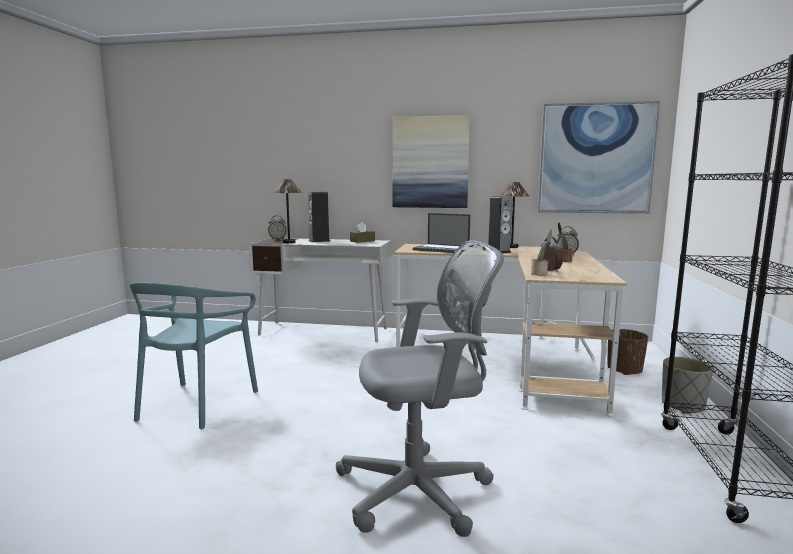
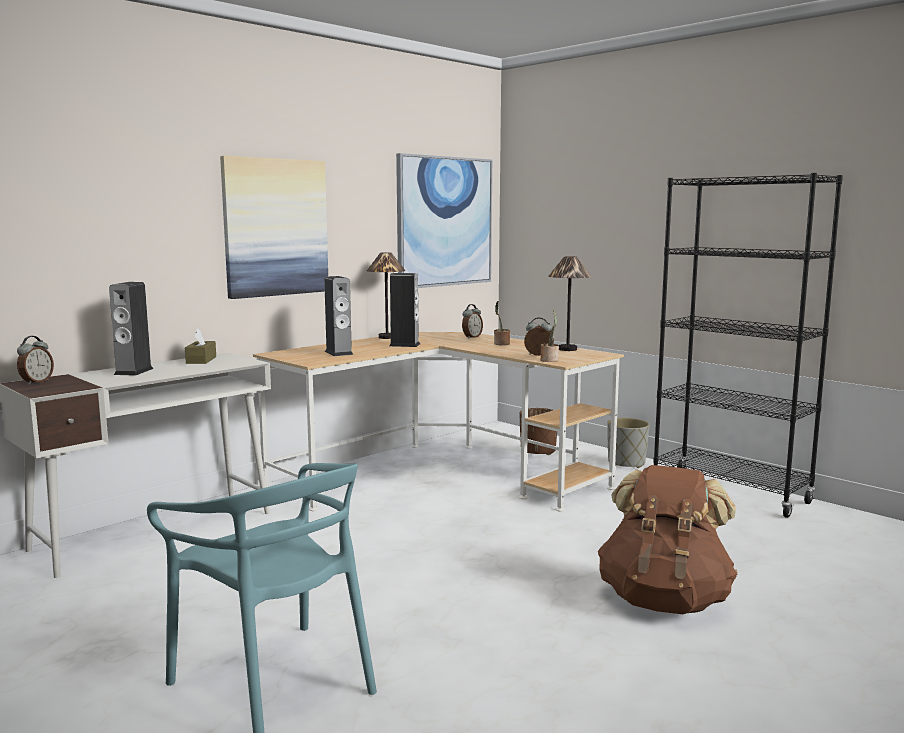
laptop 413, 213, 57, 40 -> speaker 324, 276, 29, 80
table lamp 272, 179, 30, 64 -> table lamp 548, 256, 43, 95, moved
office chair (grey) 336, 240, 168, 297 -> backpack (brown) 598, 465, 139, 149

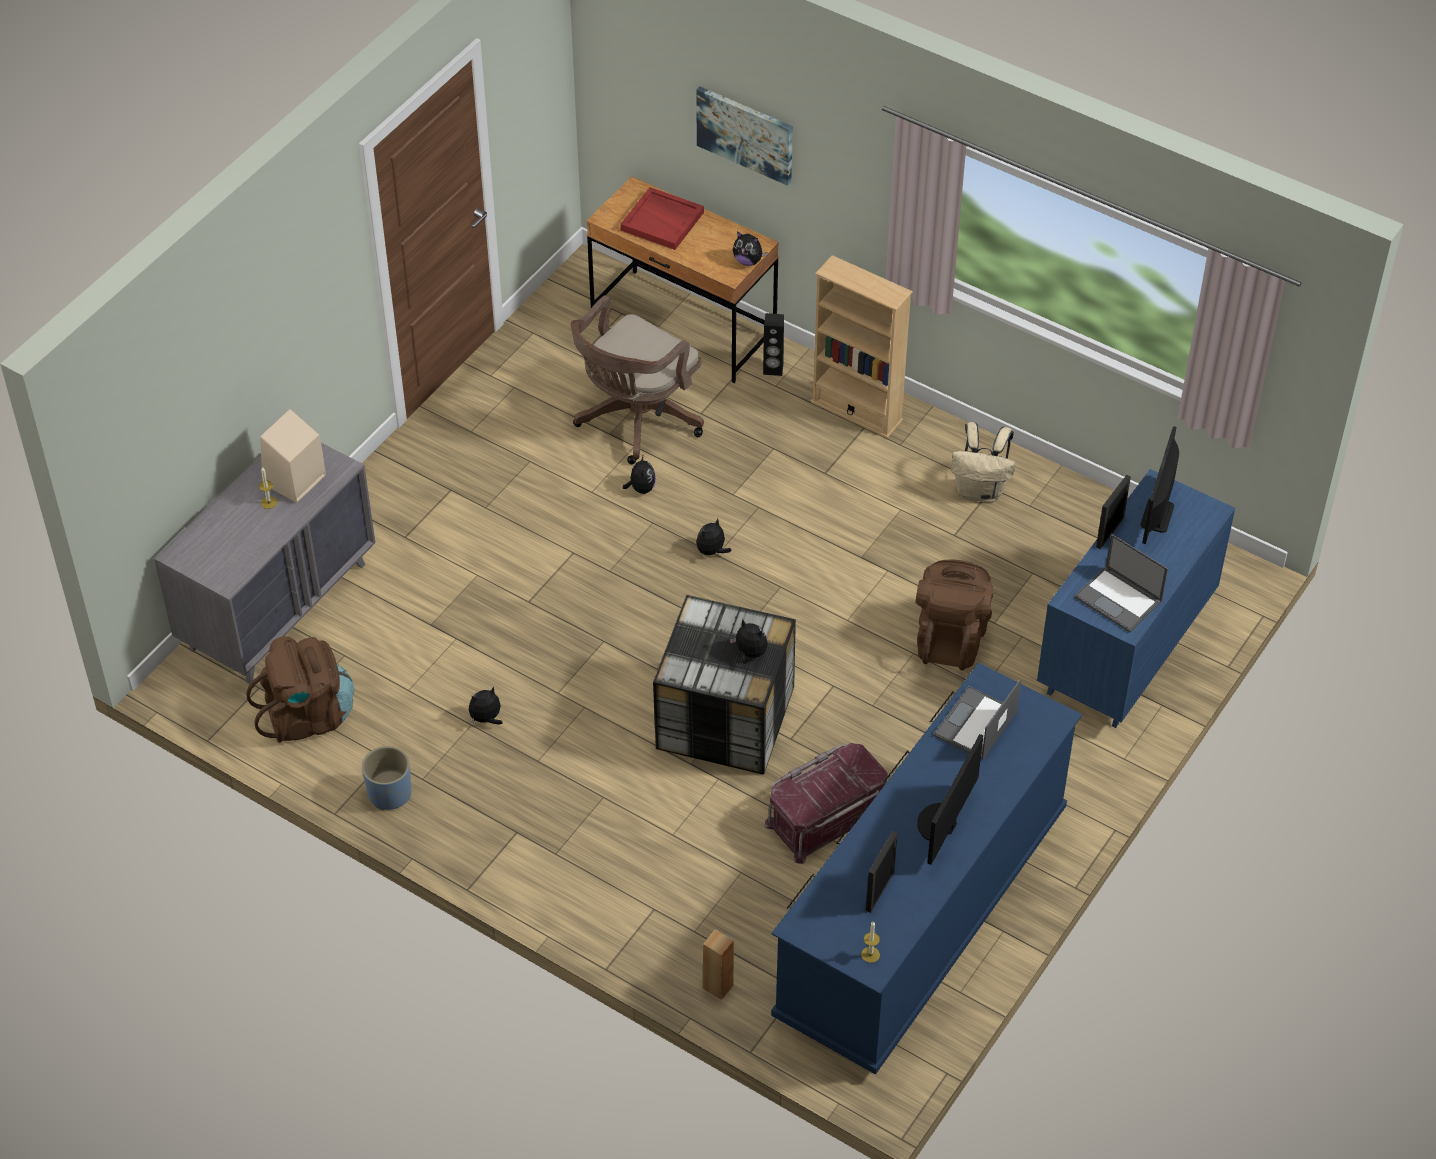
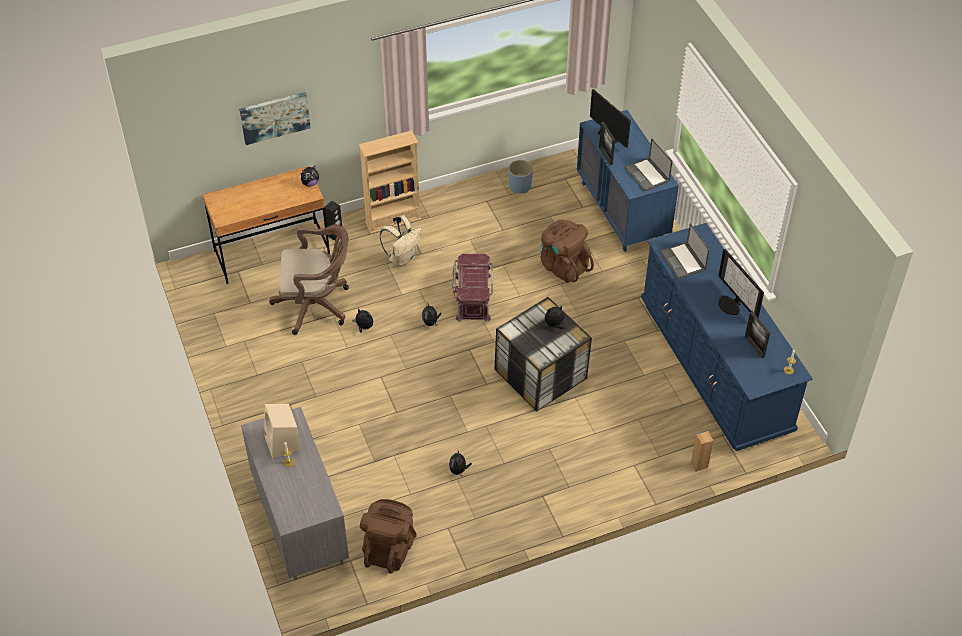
office chair (brown) 571, 296, 133, 168 -> office chair (brown) 269, 224, 80, 111, 75 degrees counterclockwise
backpack (beige) 951, 422, 65, 80 -> backpack (beige) 380, 215, 42, 52, moved
storage box (red) 764, 743, 124, 121 -> storage box (red) 452, 254, 41, 68, moved
planter (blue) 362, 746, 49, 64 -> planter (blue) 508, 160, 25, 33, moved
laptop 1074, 534, 94, 98 -> laptop 625, 138, 48, 53, 75 degrees clockwise
tray (red) 620, 187, 84, 63 -> none

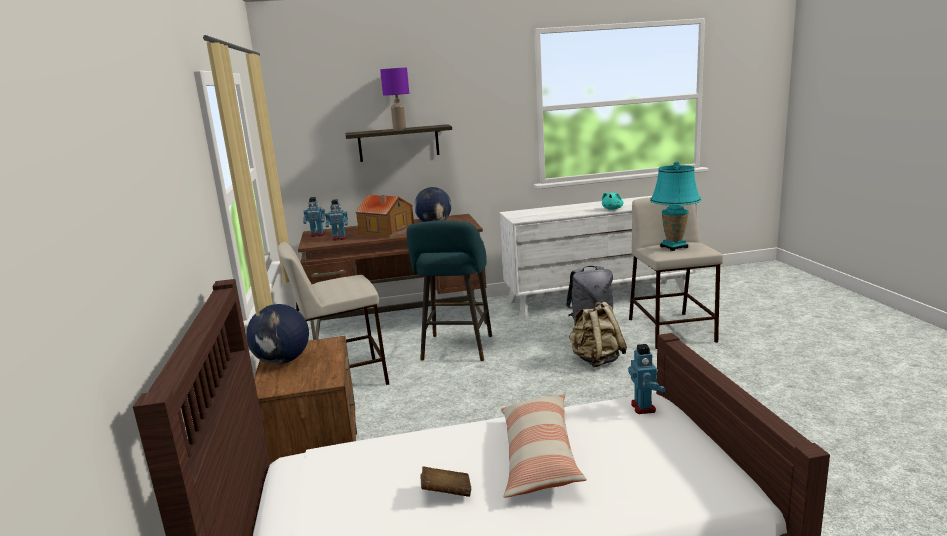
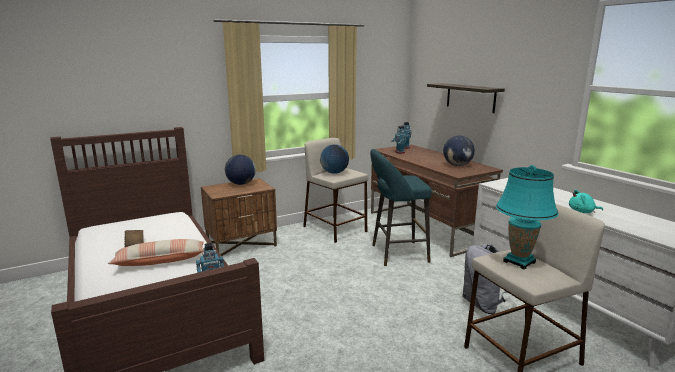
none -> globe 320, 144, 29, 30
toy house 356, 195, 58, 43 -> none
table lamp (purple) 380, 68, 29, 62 -> none
backpack (beige) 568, 302, 59, 65 -> none

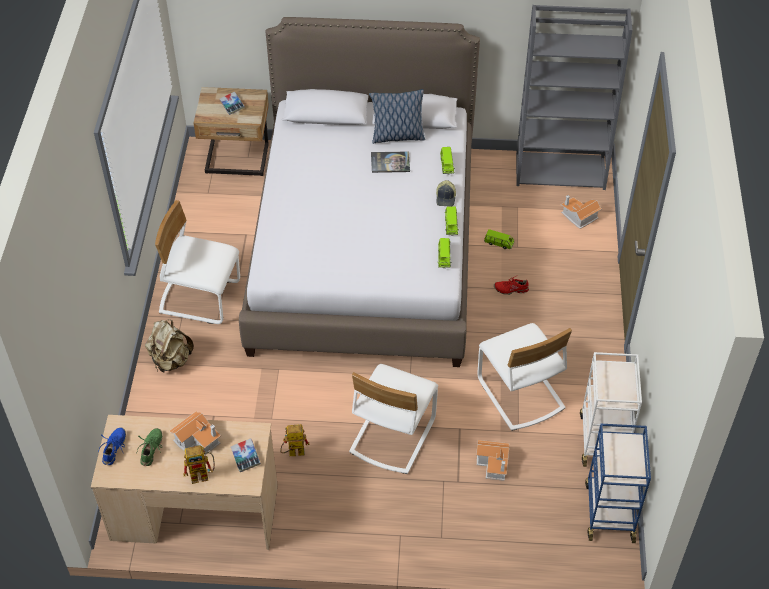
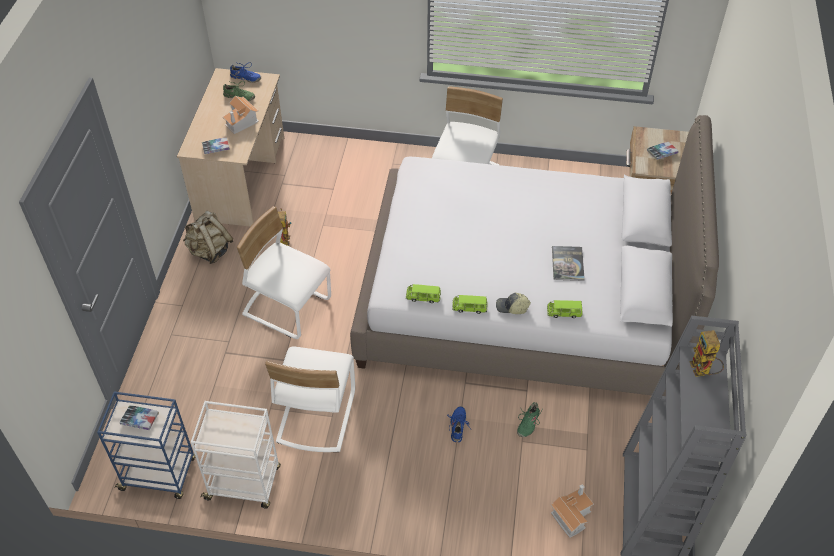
none -> book 120, 405, 39, 25
backpack (beige) 145, 319, 49, 54 -> backpack (beige) 183, 211, 50, 53, moved
chair (white) 477, 323, 95, 108 -> chair (white) 265, 346, 90, 106, 60 degrees counterclockwise
shoe (red) 494, 276, 35, 19 -> shoe (blue) 447, 406, 23, 36
toy car (green) 484, 229, 30, 20 -> shoe (green) 517, 402, 23, 35
toy robot 184, 445, 31, 39 -> toy robot 690, 330, 34, 47, moved
pillow 369, 89, 56, 55 -> none
toy house 476, 440, 34, 41 -> none

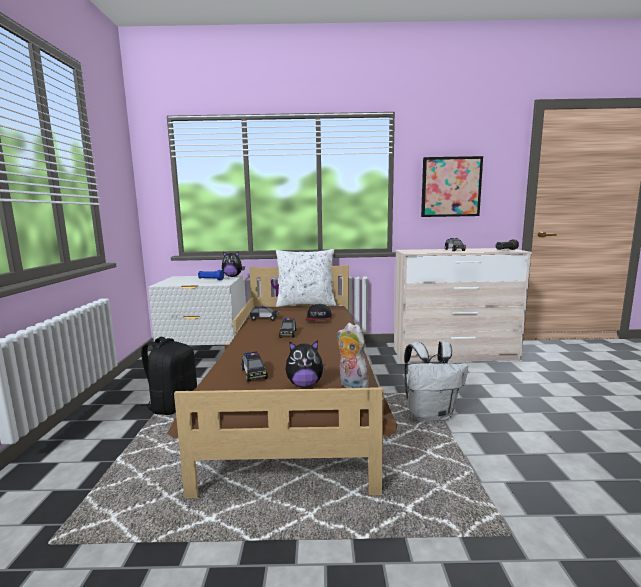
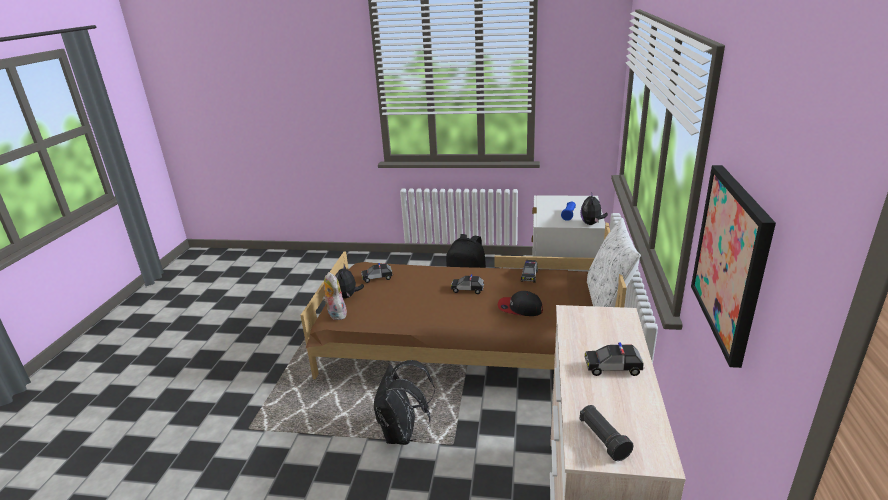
plush toy 337, 323, 32, 65 -> plush toy 322, 272, 25, 48, 90 degrees counterclockwise
backpack (white) 404, 341, 64, 80 -> backpack (black) 374, 360, 61, 85

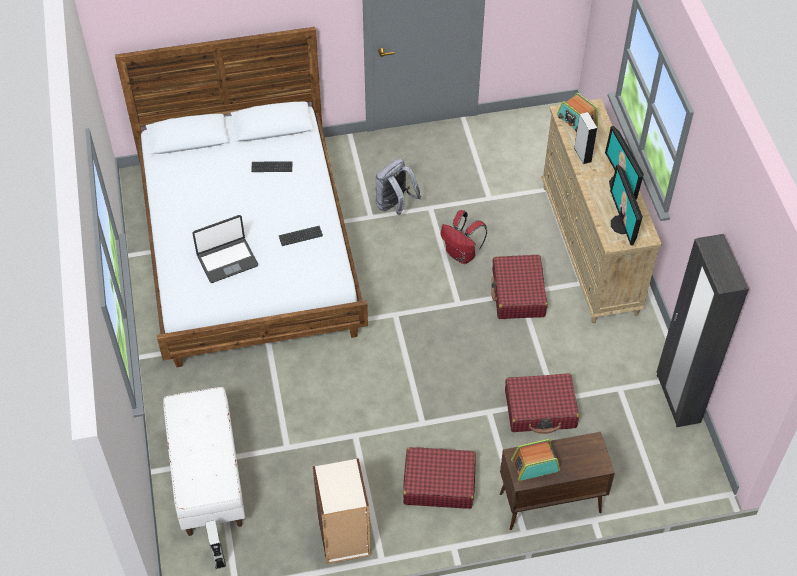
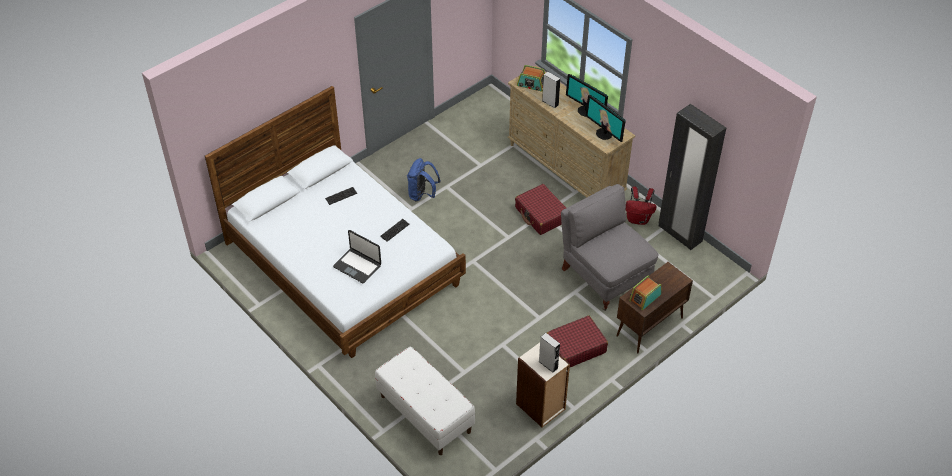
laptop 193, 215, 65, 68 -> laptop 333, 230, 48, 53, 90 degrees clockwise
backpack (grey) 376, 159, 45, 56 -> backpack (blue) 407, 158, 34, 43
speaker (grey) 205, 520, 21, 49 -> speaker (grey) 538, 333, 22, 40, moved
suitcase (red) 505, 373, 74, 61 -> armchair (grey) 561, 184, 97, 127
backpack (red) 441, 210, 46, 54 -> backpack (red) 626, 186, 31, 39, moved

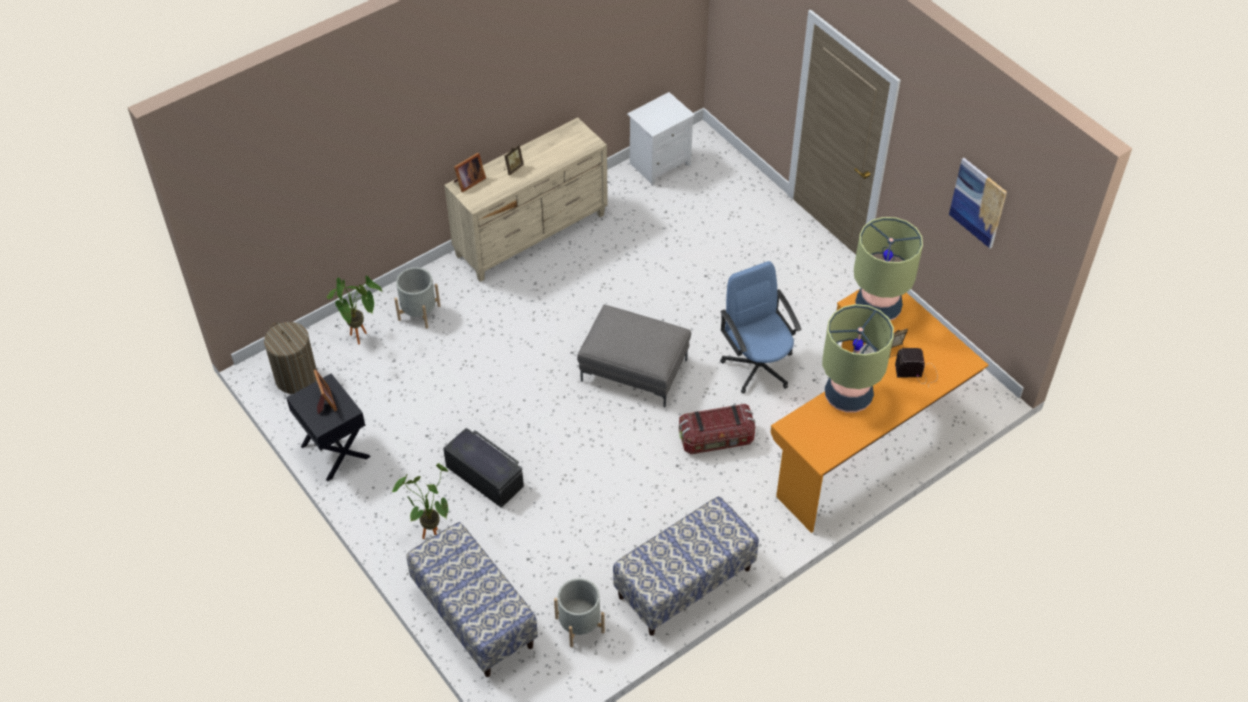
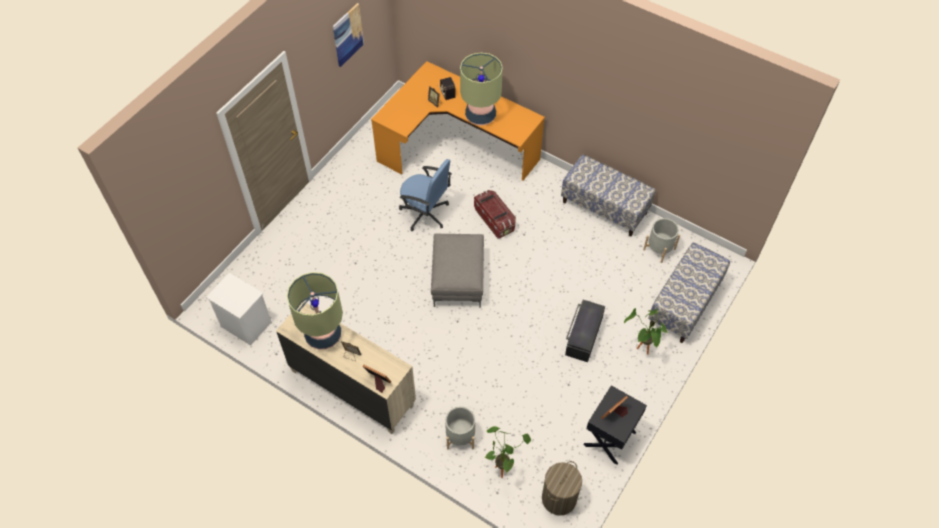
table lamp 854, 217, 69, 104 -> table lamp 287, 272, 56, 78, moved
office chair (blue) 720, 261, 81, 133 -> office chair (blue) 399, 159, 53, 73, 105 degrees counterclockwise

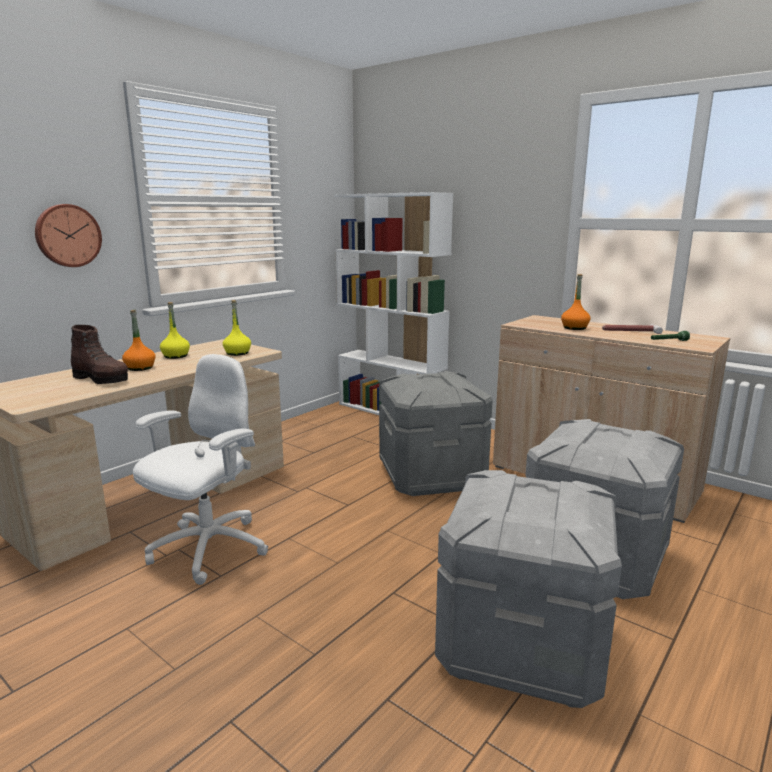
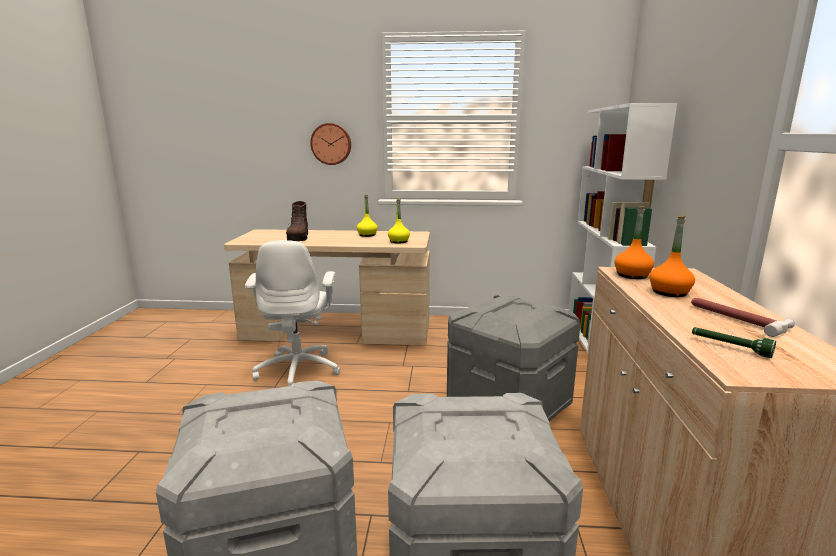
office chair (white) 133, 354, 135, 231 -> office chair (white) 245, 240, 96, 146, 90 degrees clockwise
bottle (orange) 122, 310, 34, 61 -> bottle (orange) 614, 206, 40, 73, moved

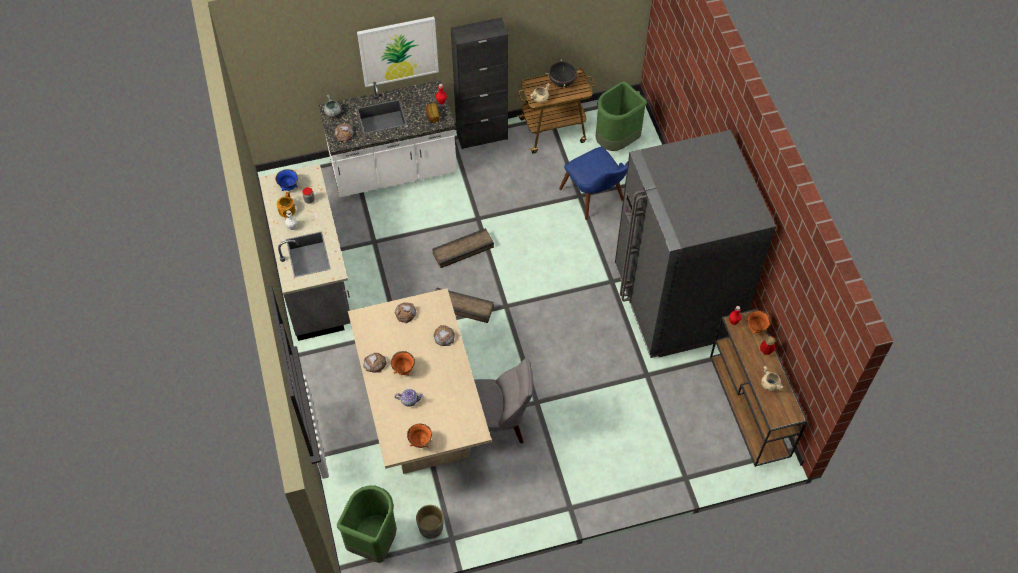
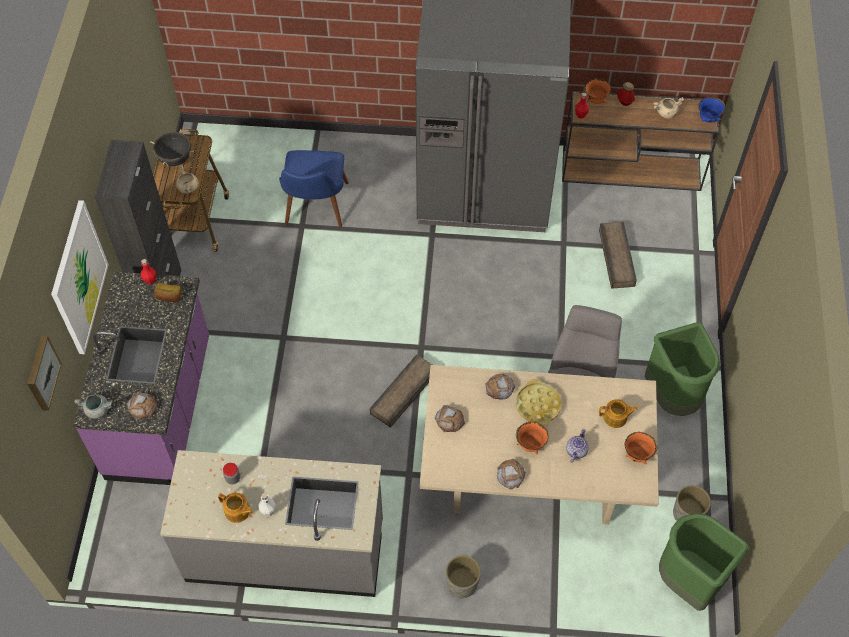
none -> picture 27, 336, 35, 75
counter (white) 319, 80, 138, 117 -> counter (purple) 73, 272, 136, 213
chair (blue) 559, 147, 69, 73 -> chair (blue) 279, 150, 70, 77, 105 degrees clockwise
none -> planter (grey) 446, 555, 35, 43
none -> tray (yellow) 516, 379, 46, 48
crate 432, 228, 62, 40 -> crate 599, 222, 38, 67, moved
none -> teapot 599, 399, 38, 29
trash can (green) 596, 81, 51, 70 -> trash can (green) 645, 322, 75, 94, moved
bowl (blue) 275, 169, 23, 22 -> bowl (blue) 698, 97, 28, 26, moved

